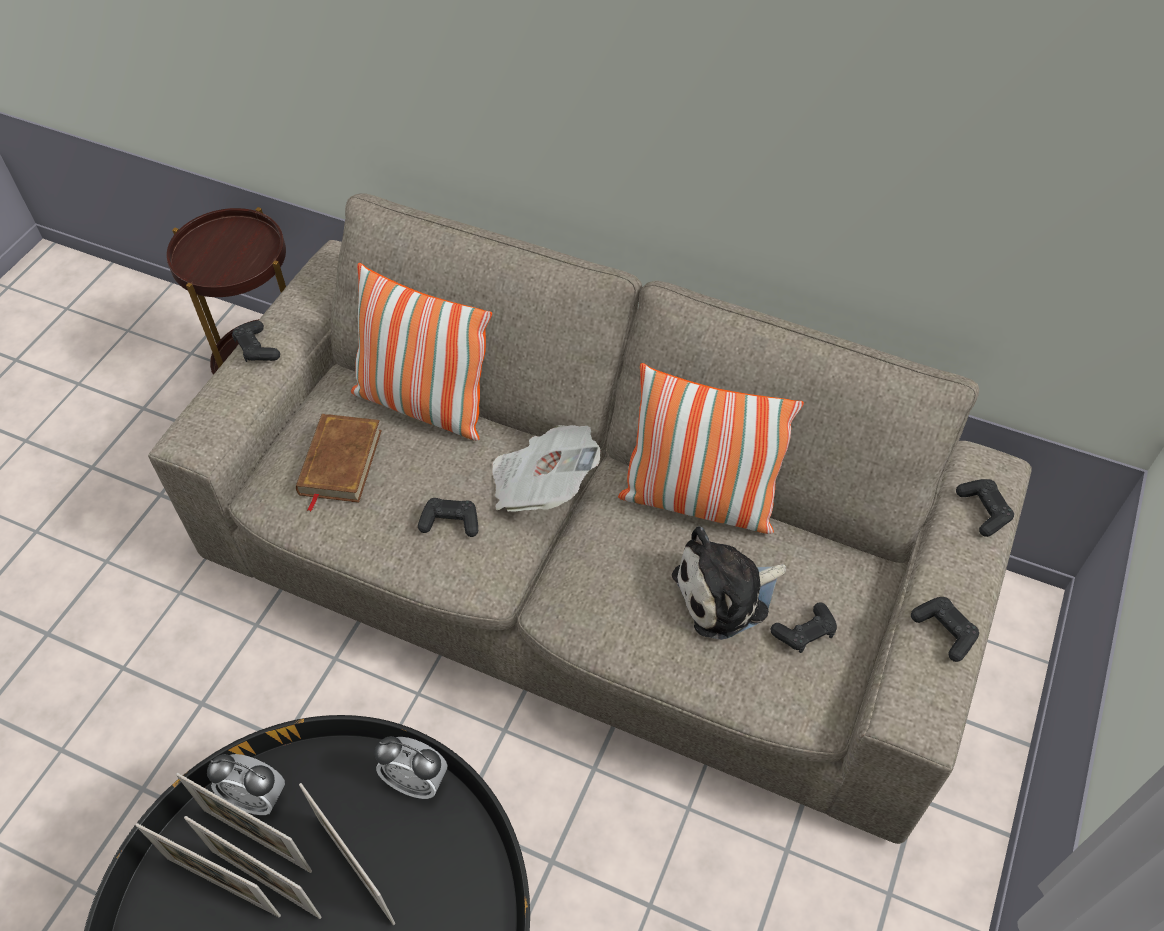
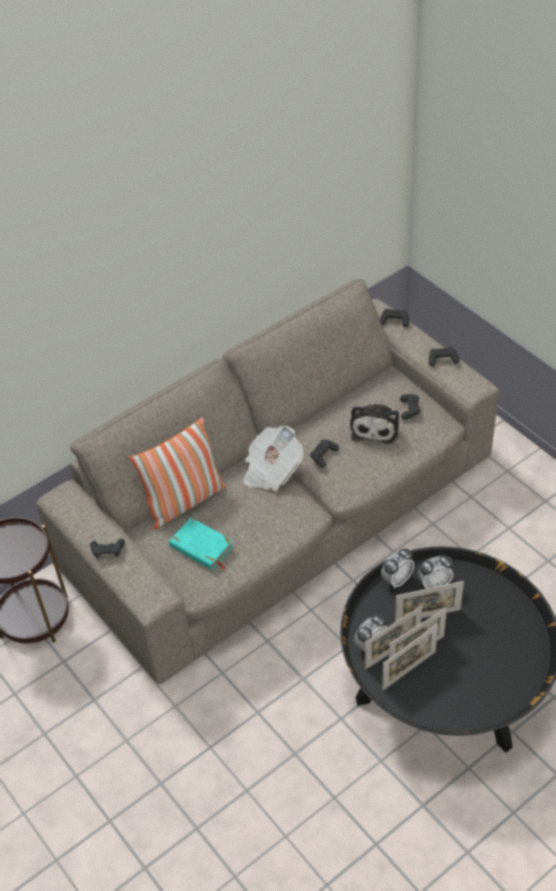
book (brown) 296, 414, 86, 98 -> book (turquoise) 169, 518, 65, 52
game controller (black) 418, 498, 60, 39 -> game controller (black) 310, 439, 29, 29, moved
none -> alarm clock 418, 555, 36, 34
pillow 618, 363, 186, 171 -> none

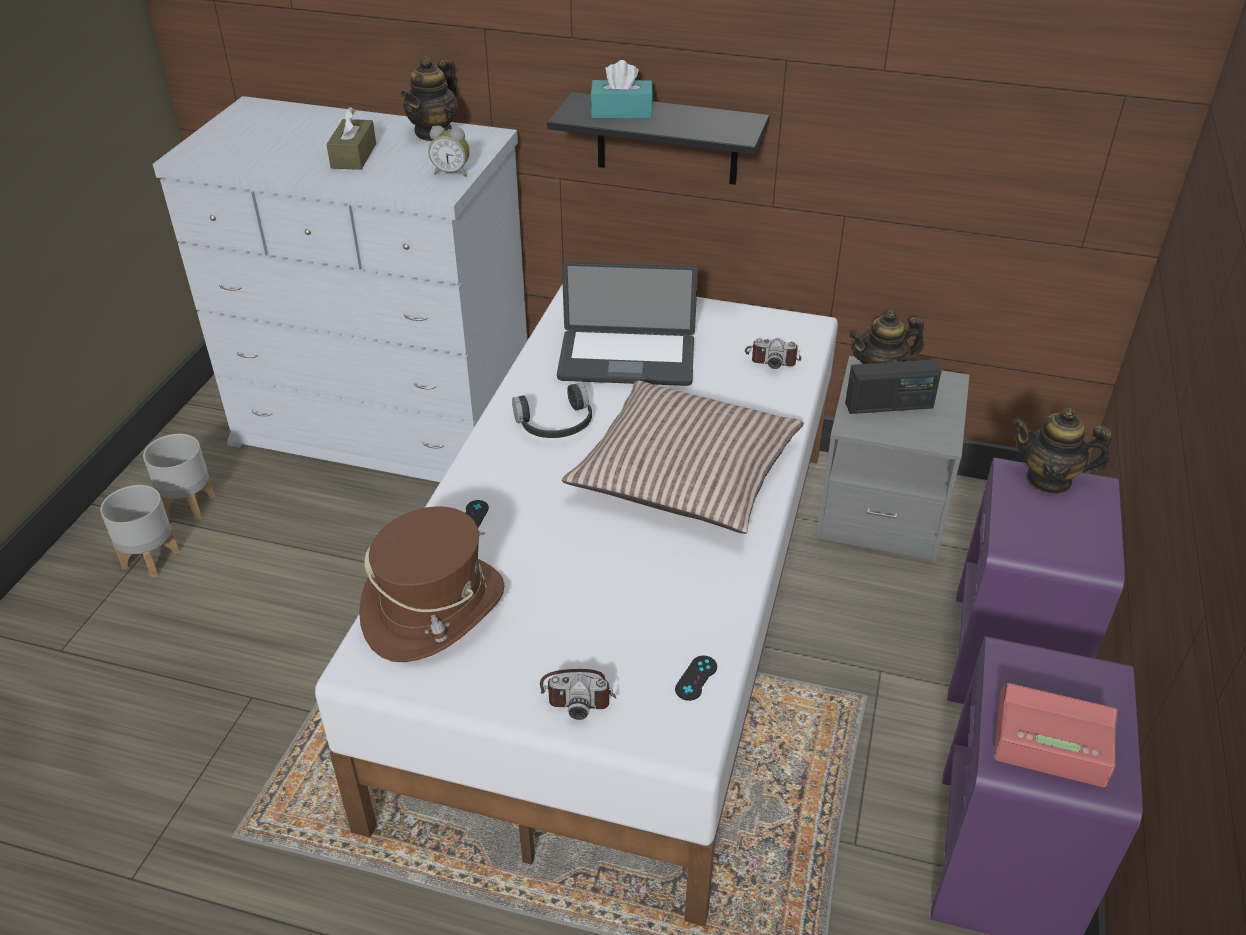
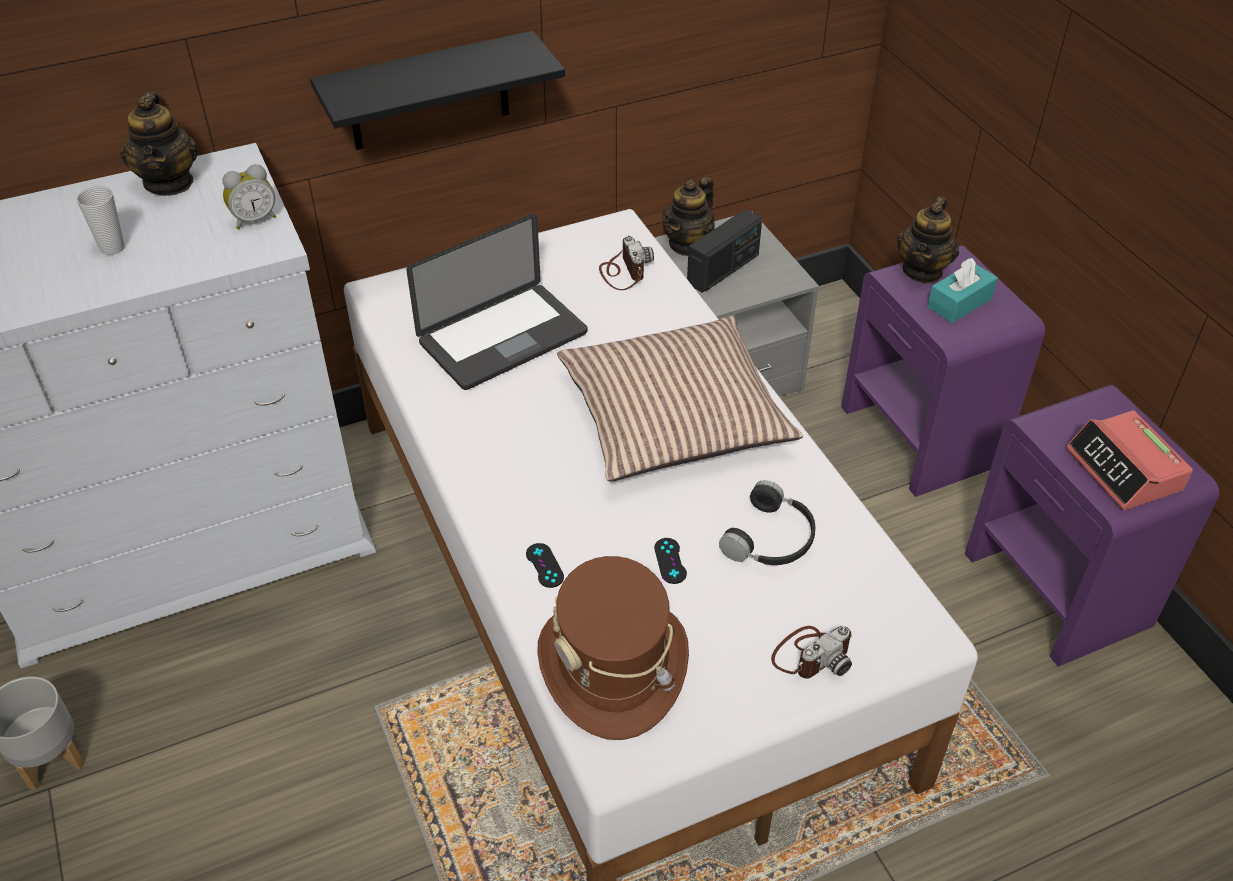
tissue box (brown) 326, 107, 50, 63 -> cup 76, 186, 49, 69
photo camera 745, 338, 56, 31 -> photo camera 599, 236, 55, 54, 75 degrees counterclockwise
game controller (black) 675, 655, 42, 46 -> game controller (black) 654, 538, 33, 46, moved
headphones (black) 512, 383, 80, 55 -> headphones (black) 719, 480, 96, 85, moved
teapot 1013, 408, 99, 86 -> teapot 897, 196, 62, 87, 45 degrees counterclockwise
tissue box (turquoise) 590, 60, 63, 59 -> tissue box (turquoise) 927, 258, 71, 65, moved
alarm clock 994, 683, 124, 104 -> alarm clock 1066, 411, 127, 99, 90 degrees counterclockwise
planter (grey) 100, 485, 80, 93 -> none

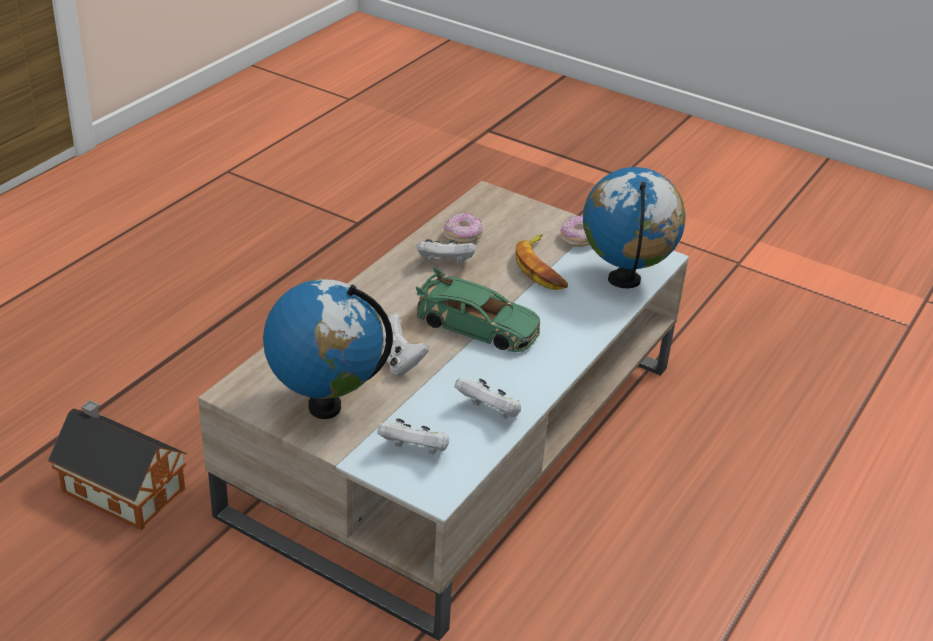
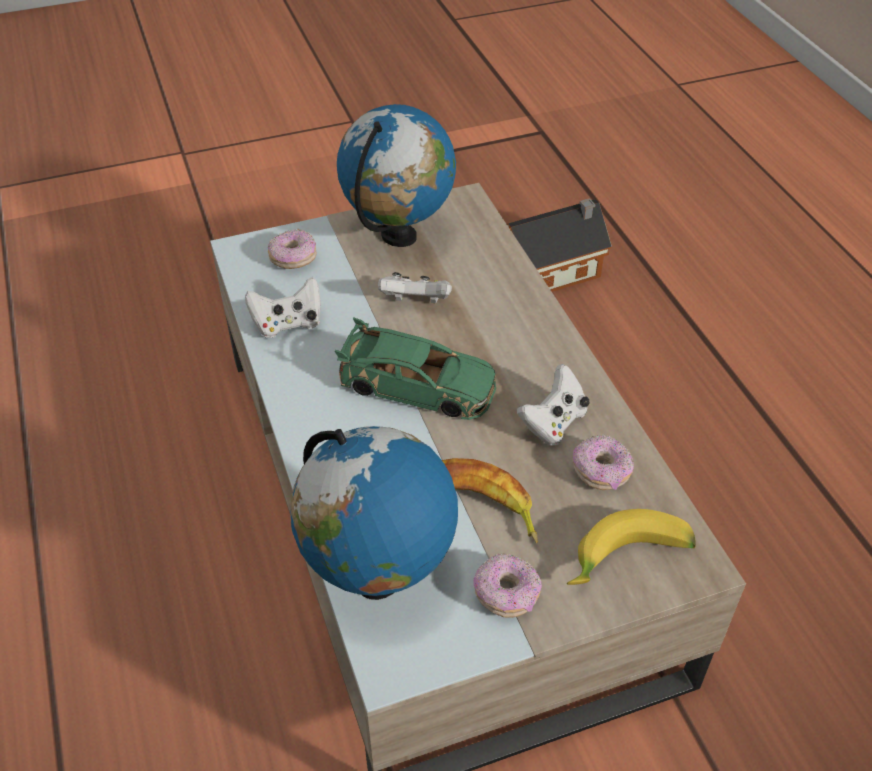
game controller (white) 378, 419, 71, 36 -> donut 268, 229, 49, 40
toy car (green) 416, 267, 124, 85 -> toy car (green) 335, 318, 161, 102, 135 degrees counterclockwise
none -> banana 567, 509, 129, 76

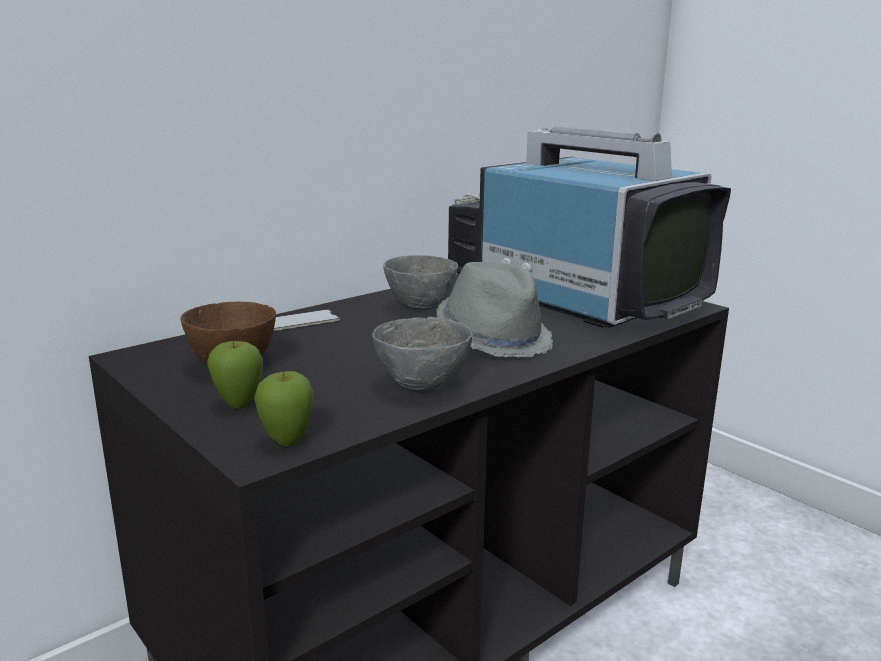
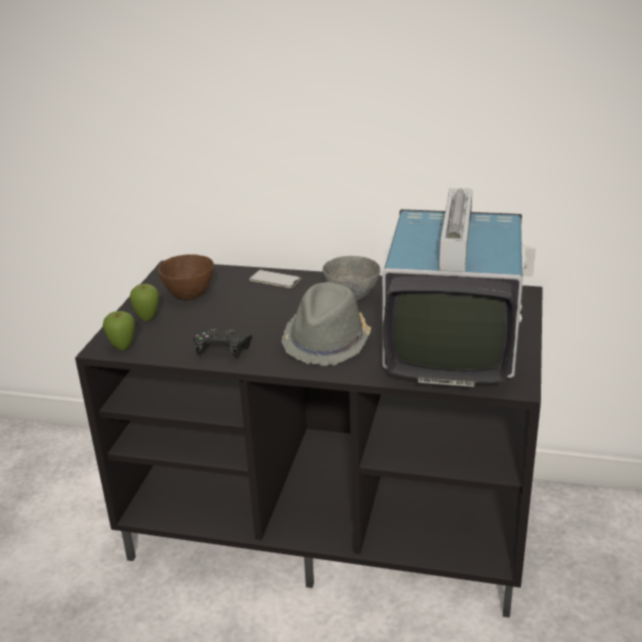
bowl (grey) 372, 317, 101, 76 -> game controller (black) 193, 328, 59, 30

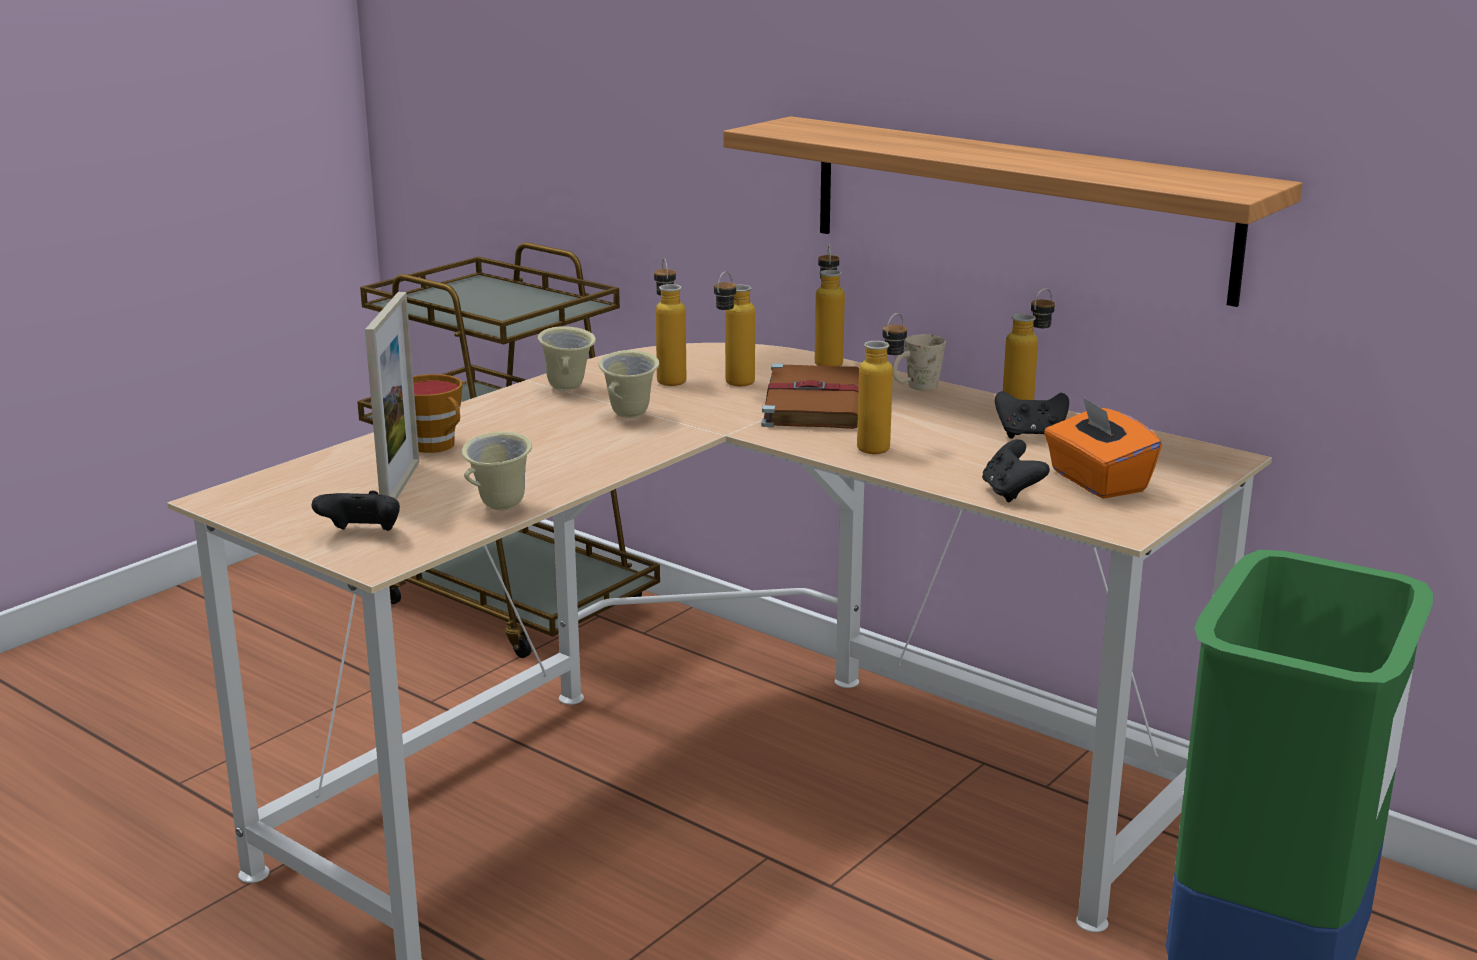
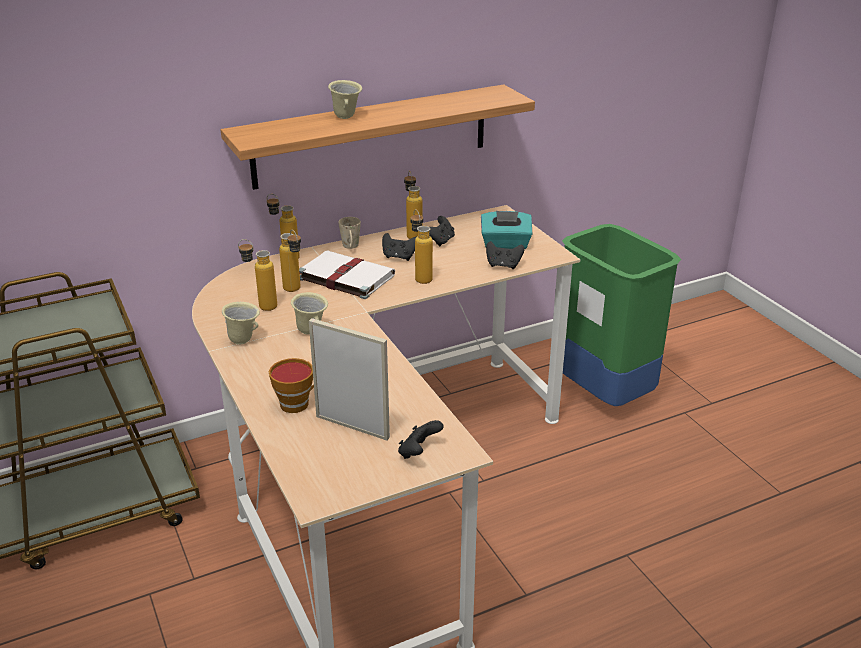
book (brown) 761, 363, 98, 66 -> book (white) 299, 251, 96, 48
mug (beige) 462, 431, 70, 80 -> mug (beige) 328, 80, 34, 39, moved
none -> game controller (black) 382, 233, 34, 28
tissue box (orange) 1044, 396, 118, 103 -> tissue box (turquoise) 481, 211, 51, 38

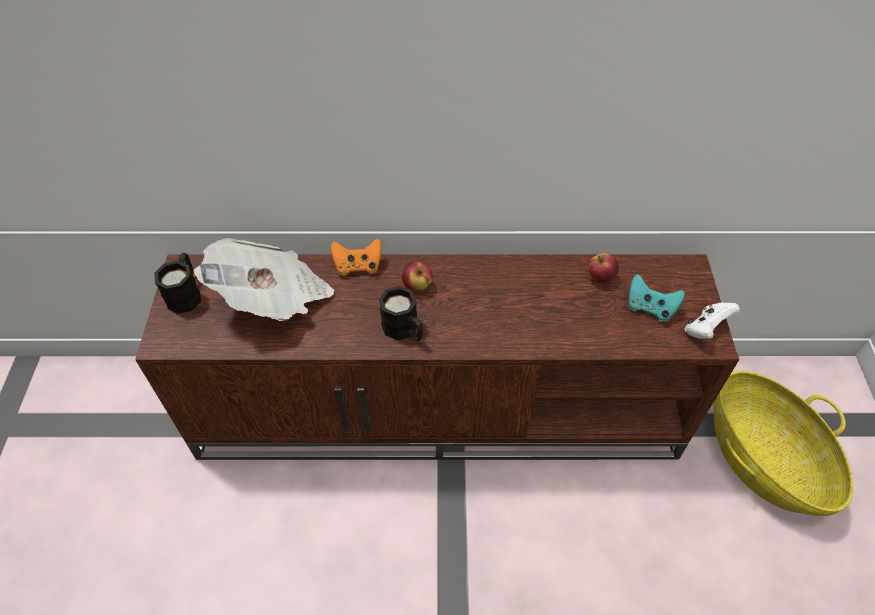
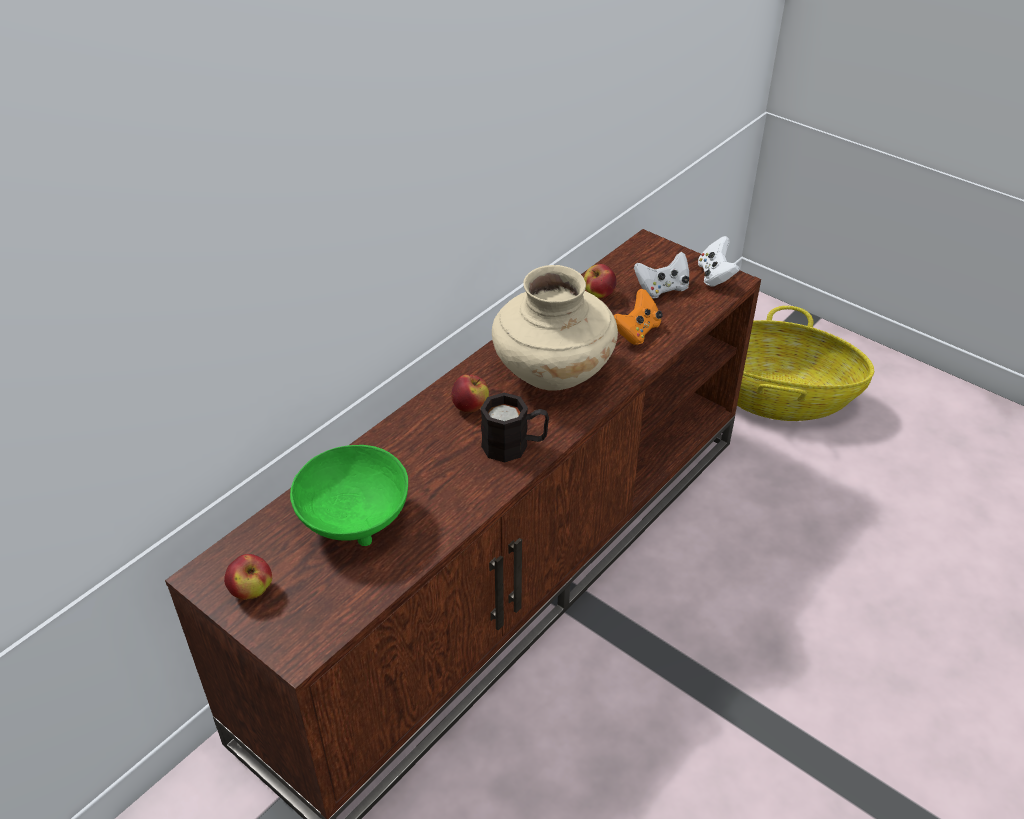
mug (black) 154, 253, 47, 61 -> apple 224, 554, 48, 46
newspaper 193, 238, 141, 83 -> bowl (green) 290, 445, 118, 101
none -> vase (beige) 492, 265, 126, 126
game controller (orange) 331, 239, 51, 36 -> game controller (orange) 613, 288, 50, 57, moved
game controller (turquoise) 628, 274, 57, 47 -> game controller (white) 634, 252, 55, 47

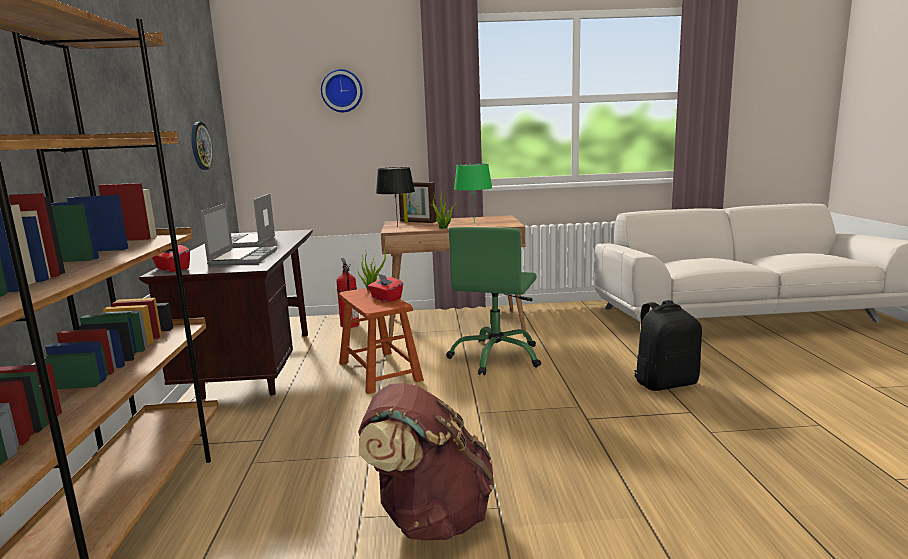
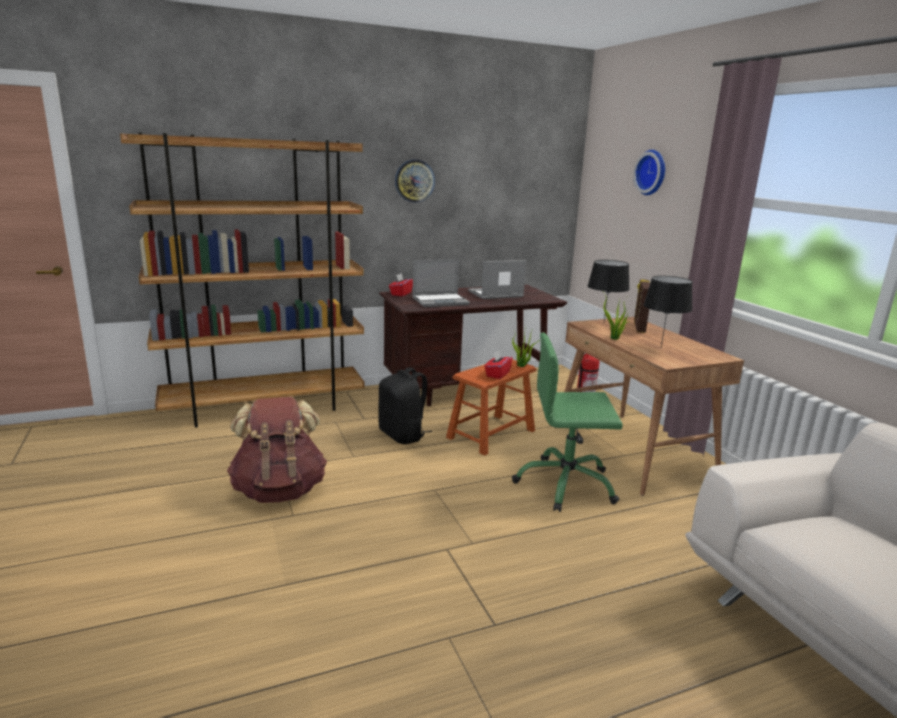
backpack (black) 634, 300, 68, 91 -> backpack (black) 378, 367, 54, 77, moved
wall clock 191, 122, 22, 48 -> wall clock 395, 160, 40, 42, moved
table lamp (green) 454, 164, 38, 59 -> table lamp (black) 643, 276, 50, 72

